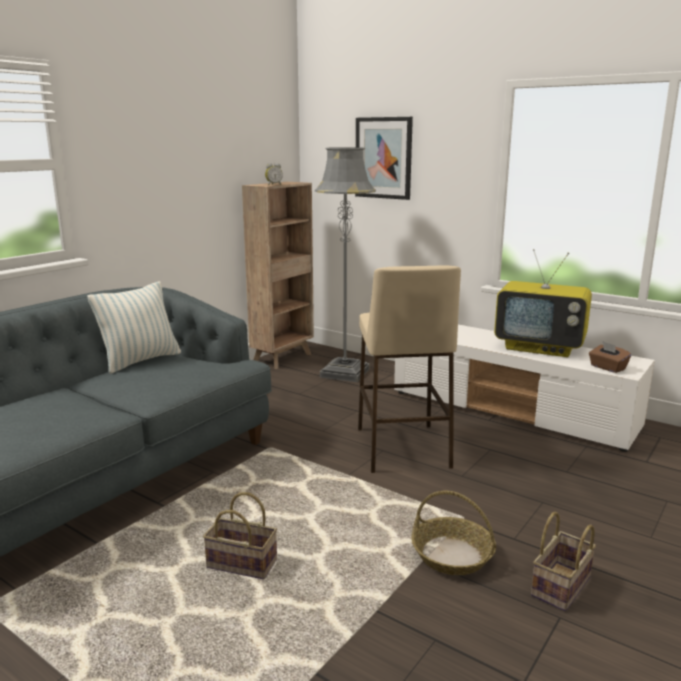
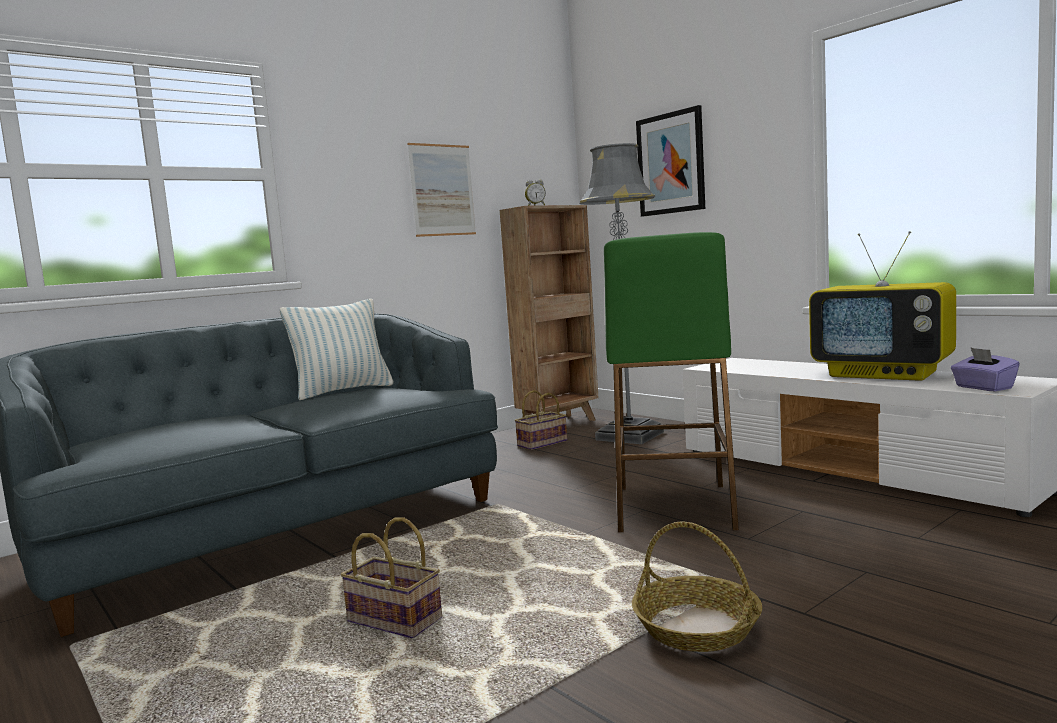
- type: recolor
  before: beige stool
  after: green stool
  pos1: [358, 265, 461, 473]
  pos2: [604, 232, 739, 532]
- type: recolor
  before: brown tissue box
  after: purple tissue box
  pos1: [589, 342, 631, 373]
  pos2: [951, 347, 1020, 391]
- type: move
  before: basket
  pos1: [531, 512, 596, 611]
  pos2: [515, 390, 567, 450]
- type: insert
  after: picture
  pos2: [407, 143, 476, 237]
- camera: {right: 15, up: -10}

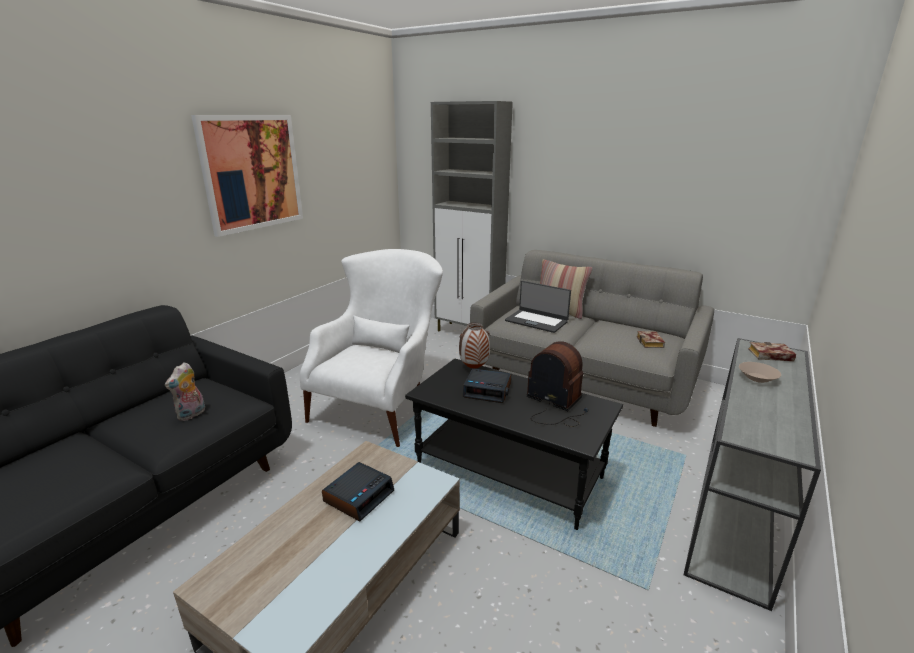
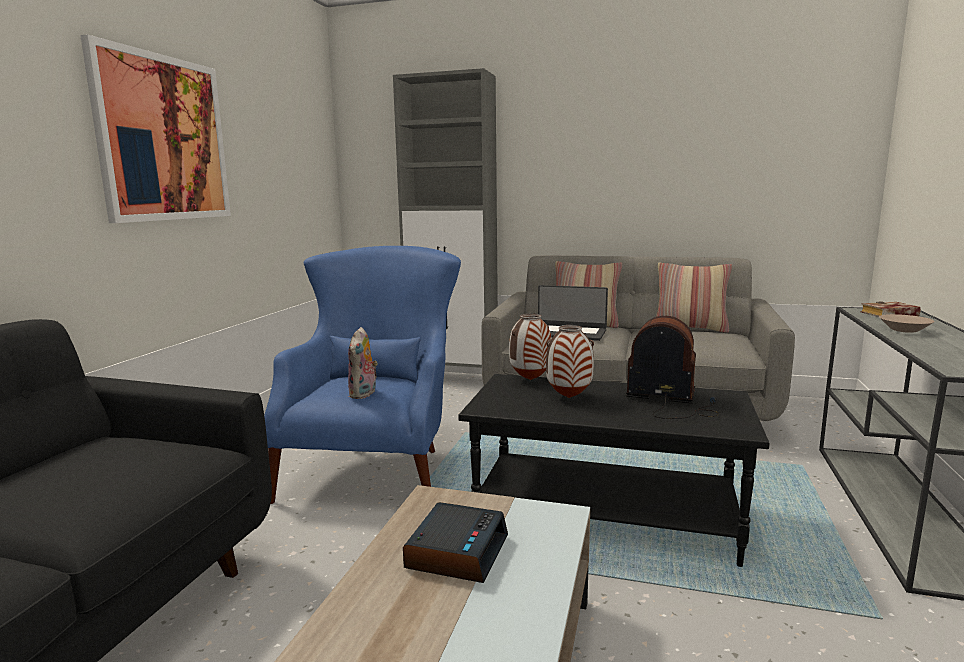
- type: recolor
  before: white armchair
  after: blue armchair
  pos1: [300, 249, 443, 447]
  pos2: [264, 246, 461, 504]
- type: delete
  before: book
  pos1: [637, 331, 665, 348]
- type: move
  before: plush toy
  pos1: [165, 362, 205, 421]
  pos2: [348, 327, 378, 399]
- type: replace
  before: alarm clock
  after: vase
  pos1: [463, 368, 511, 403]
  pos2: [546, 325, 594, 398]
- type: insert
  after: pillow
  pos2: [656, 263, 732, 333]
- camera: {right: -15, up: -10}

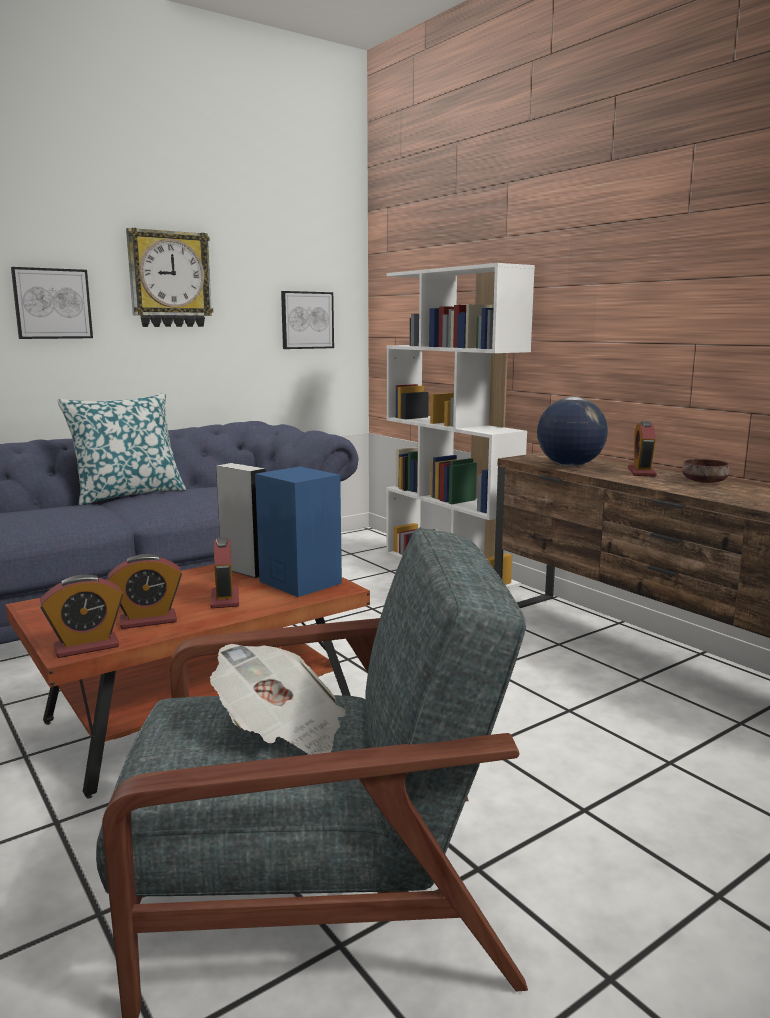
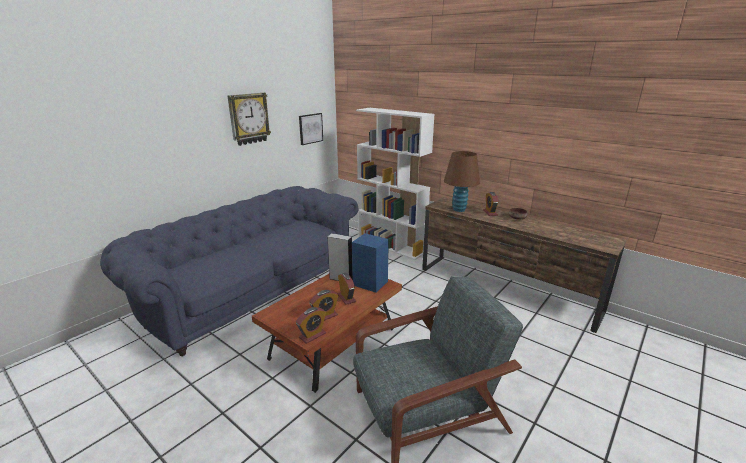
- type: delete
  before: picture
  pos1: [11, 267, 93, 339]
- type: delete
  before: pillow
  pos1: [57, 393, 186, 506]
- type: replace
  before: globe
  after: brown table lamp
  pos1: [537, 397, 608, 466]
  pos2: [444, 151, 480, 212]
- type: delete
  before: newspaper
  pos1: [210, 644, 345, 755]
- camera: {right: -15, up: 10}

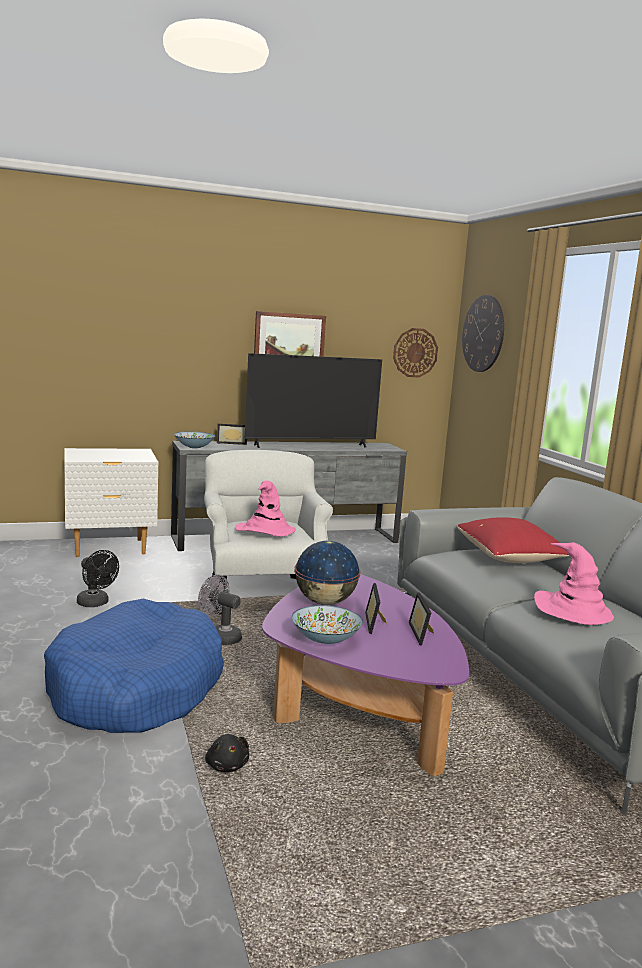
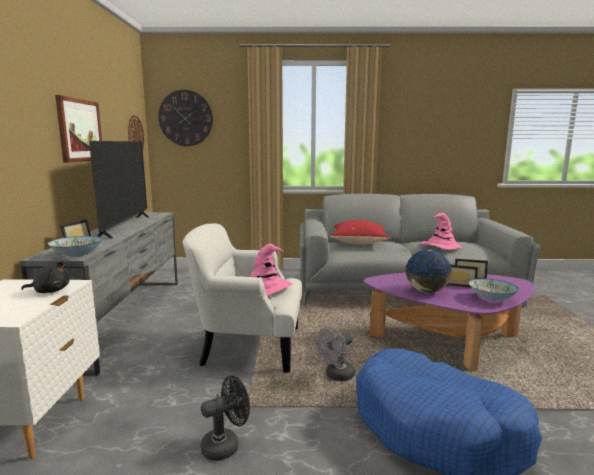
- type: move
  before: black plush toy
  pos1: [205, 734, 249, 772]
  pos2: [21, 261, 70, 293]
- camera: {right: -70, up: 0}

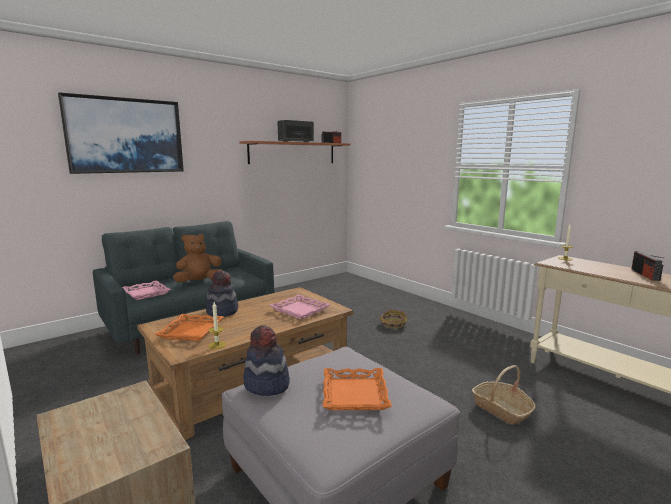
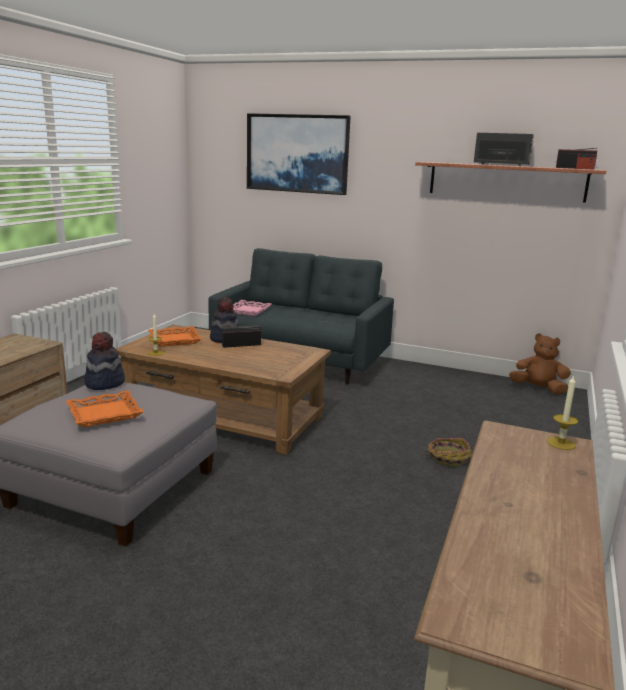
- type: move
  before: brown plush toy
  pos1: [173, 234, 221, 282]
  pos2: [509, 333, 571, 394]
- type: move
  before: radio
  pos1: [631, 251, 664, 281]
  pos2: [222, 325, 261, 348]
- type: delete
  before: pink tray
  pos1: [269, 294, 330, 319]
- type: delete
  before: basket
  pos1: [472, 365, 536, 425]
- camera: {right: 60, up: 5}

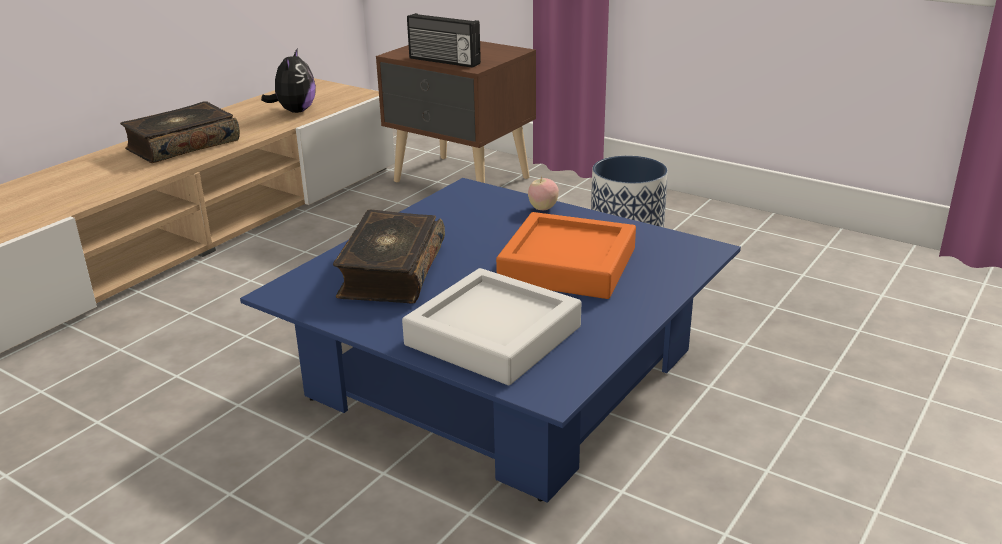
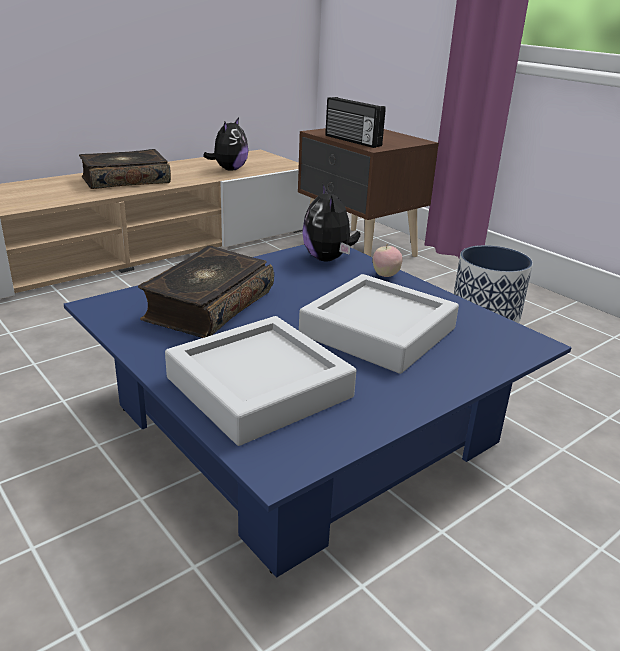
- type: recolor
  before: orange tray
  after: grey tray
  pos1: [496, 212, 636, 299]
  pos2: [299, 274, 459, 374]
- type: insert
  after: plush toy
  pos2: [303, 184, 360, 262]
- camera: {right: 15, up: 0}

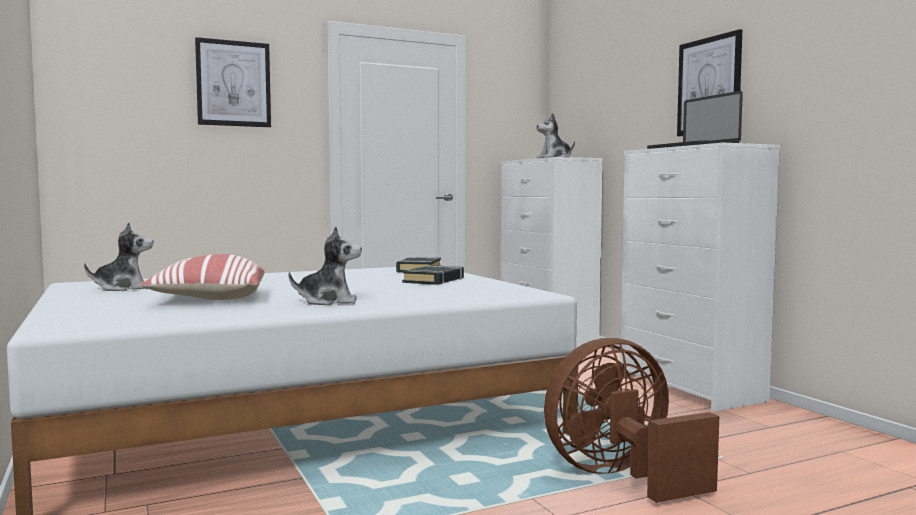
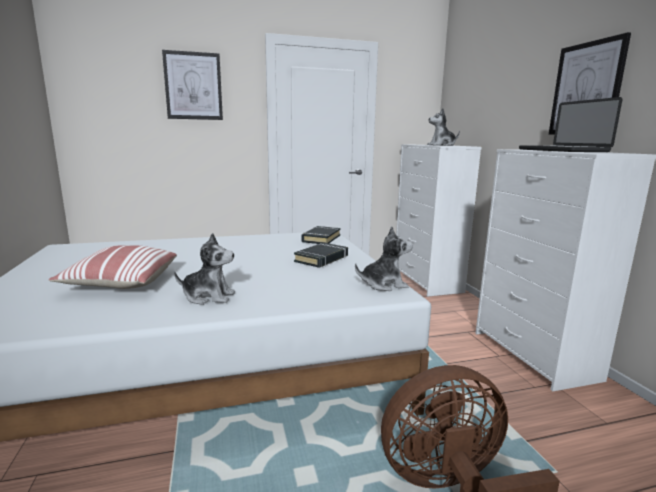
- type: move
  before: plush toy
  pos1: [84, 222, 153, 291]
  pos2: [355, 226, 413, 291]
- camera: {right: 10, up: 10}

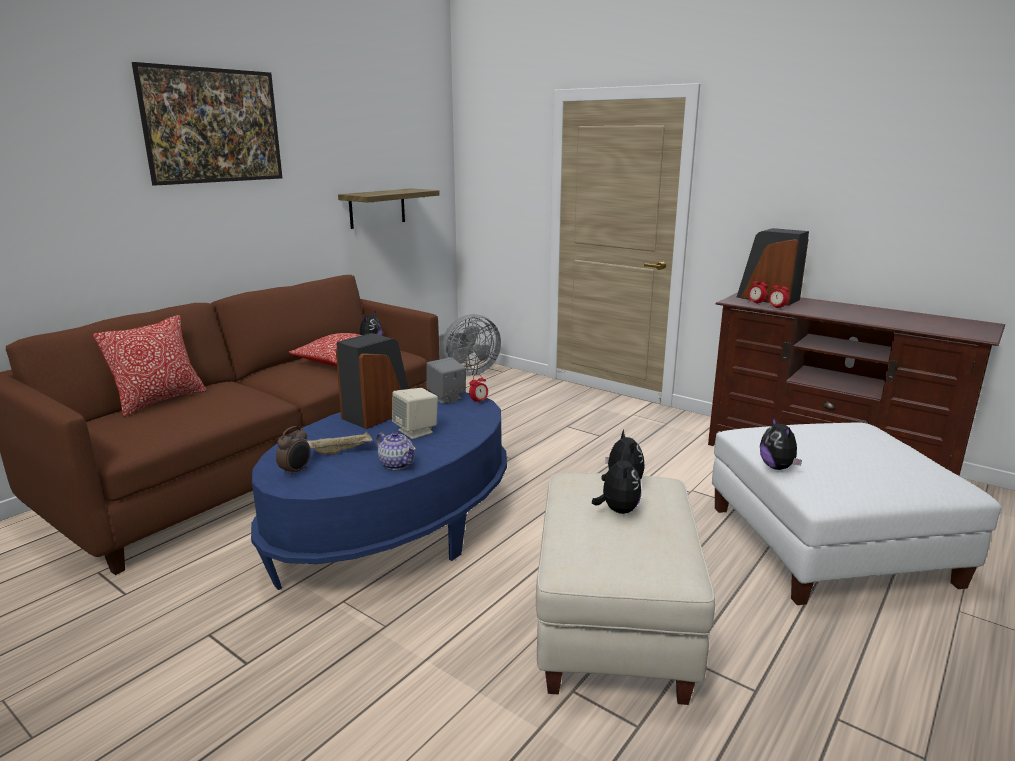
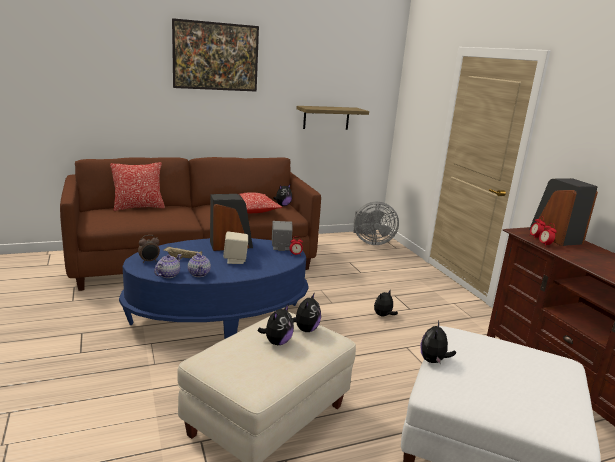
- type: insert
  after: teapot
  pos2: [154, 254, 182, 278]
- type: insert
  after: plush toy
  pos2: [374, 290, 398, 316]
- camera: {right: 30, up: 0}

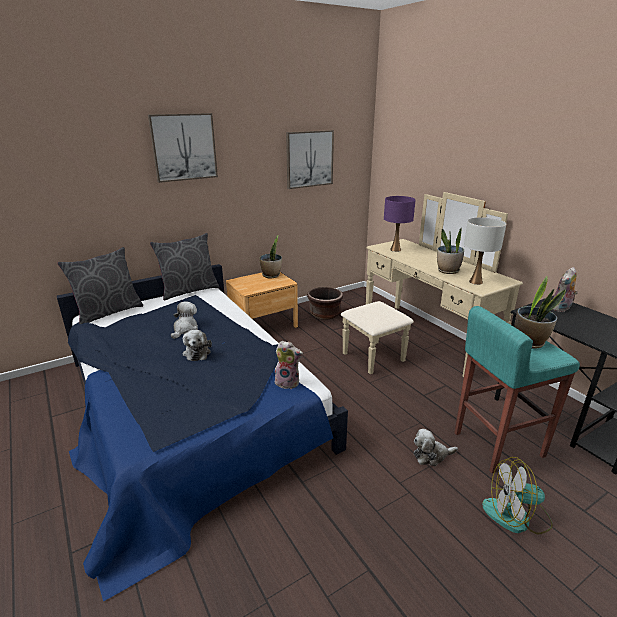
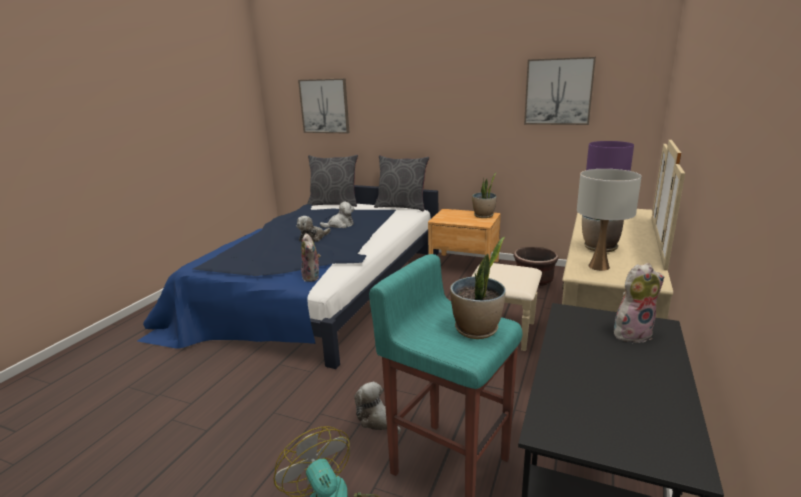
- type: move
  before: picture
  pos1: [148, 113, 218, 183]
  pos2: [298, 78, 349, 134]
- type: rotate
  before: plush toy
  pos1: [553, 267, 578, 312]
  pos2: [614, 263, 664, 343]
  turn: 150
- camera: {right: 55, up: -5}

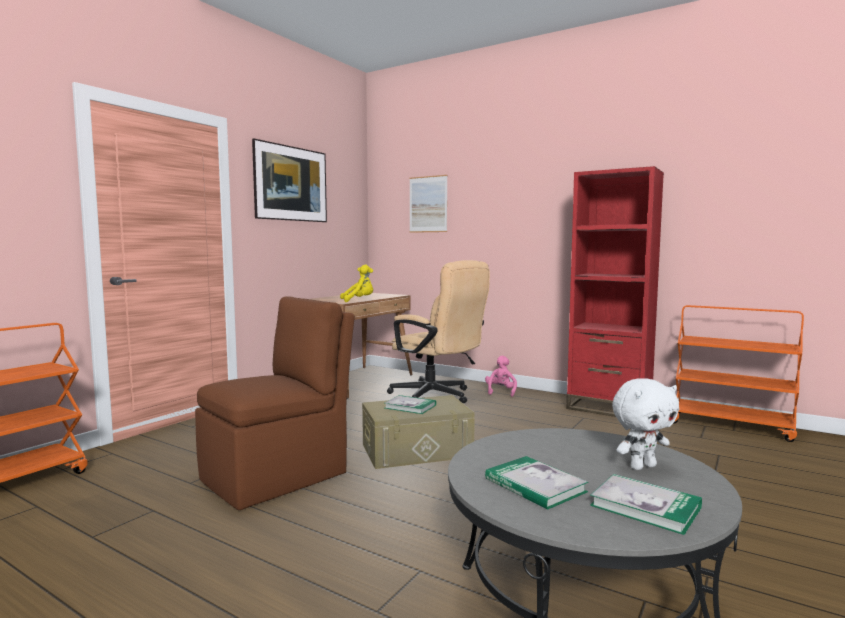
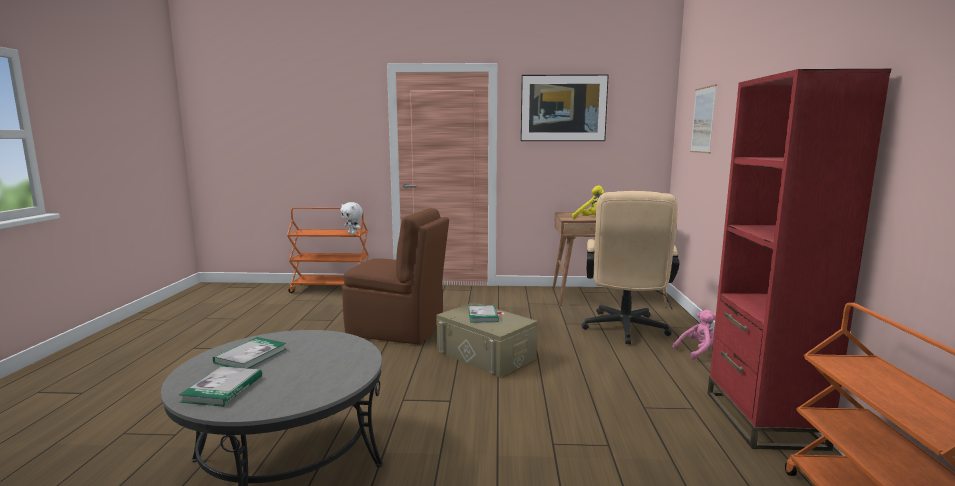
- type: move
  before: white plush toy
  pos1: [612, 378, 679, 470]
  pos2: [340, 202, 363, 235]
- camera: {right: 60, up: 5}

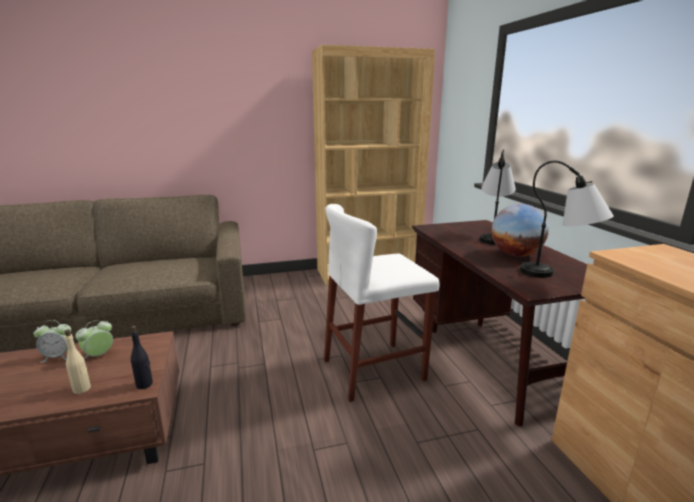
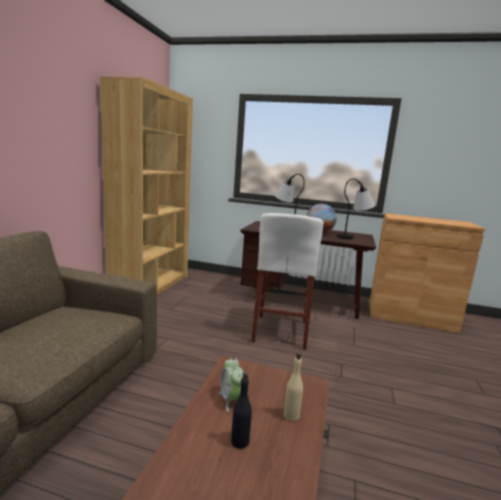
- type: delete
  before: alarm clock
  pos1: [34, 320, 71, 363]
- type: move
  before: black bottle
  pos1: [131, 326, 153, 389]
  pos2: [231, 372, 252, 449]
- camera: {right: -60, up: -5}

